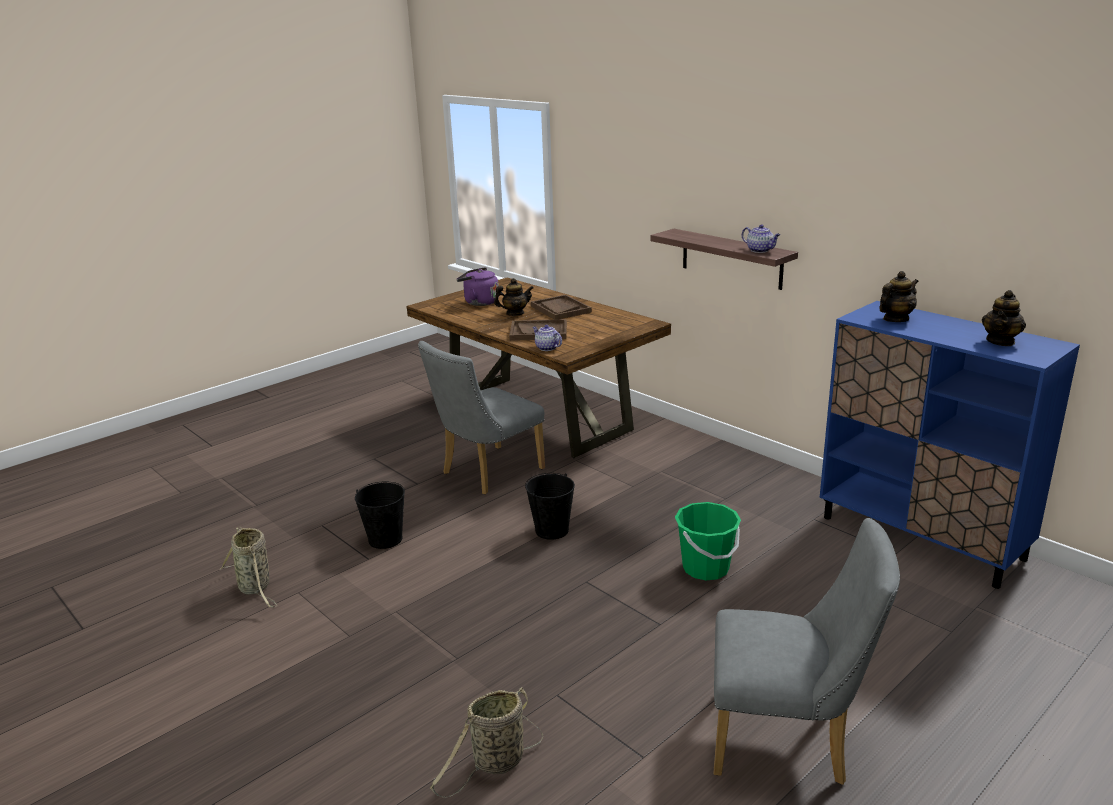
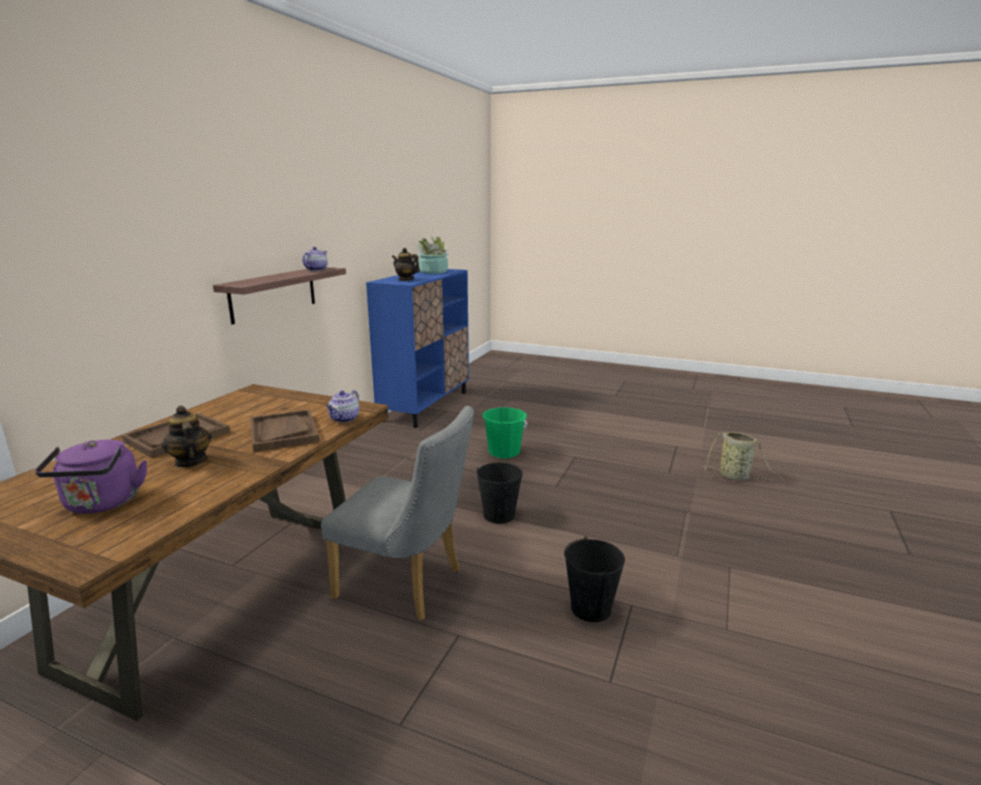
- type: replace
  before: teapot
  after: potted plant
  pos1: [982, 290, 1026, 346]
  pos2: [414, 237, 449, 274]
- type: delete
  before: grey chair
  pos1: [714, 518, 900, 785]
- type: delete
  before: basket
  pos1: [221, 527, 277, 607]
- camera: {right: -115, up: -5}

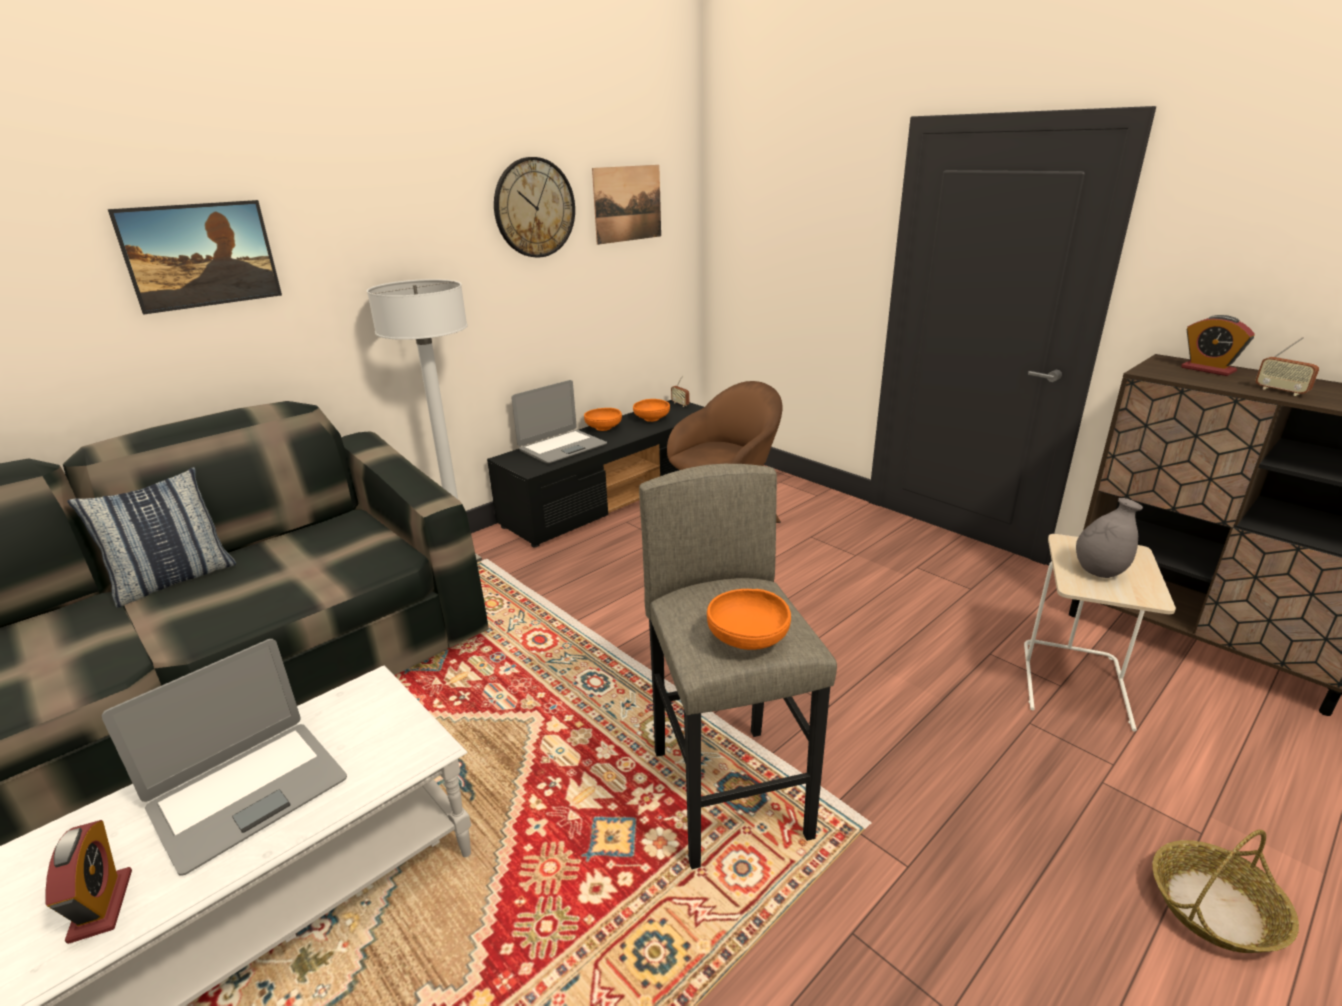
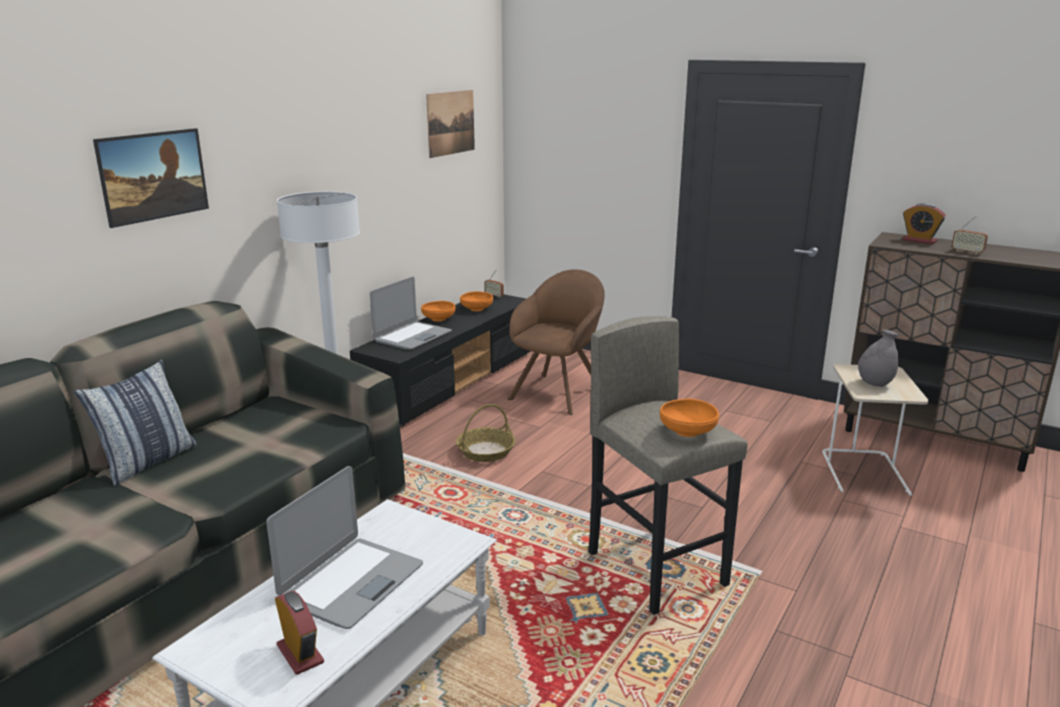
- type: delete
  before: wall clock
  pos1: [494, 157, 575, 258]
- type: move
  before: basket
  pos1: [1152, 829, 1299, 953]
  pos2: [456, 404, 515, 462]
- camera: {right: -15, up: -5}

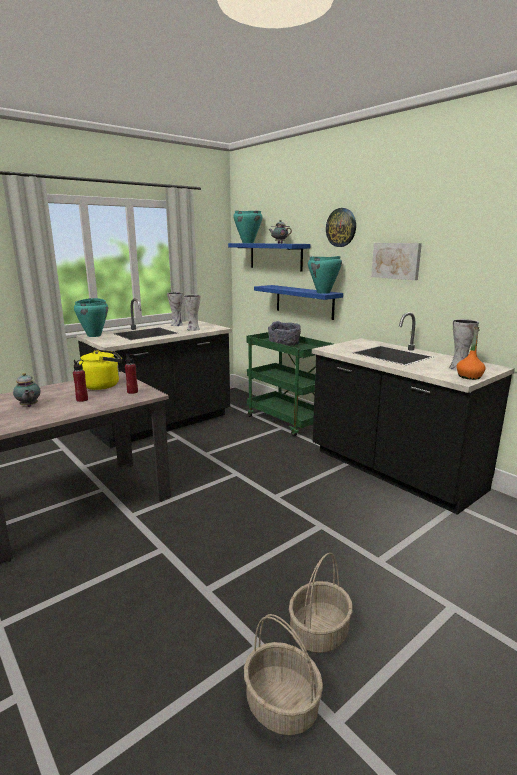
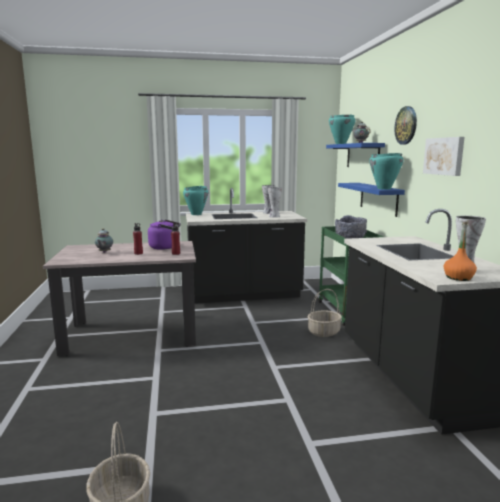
- type: recolor
  before: yellow kettle
  after: purple kettle
  pos1: [79, 349, 122, 390]
  pos2: [148, 220, 181, 250]
- type: move
  before: basket
  pos1: [289, 553, 353, 653]
  pos2: [308, 289, 342, 337]
- camera: {right: 30, up: -5}

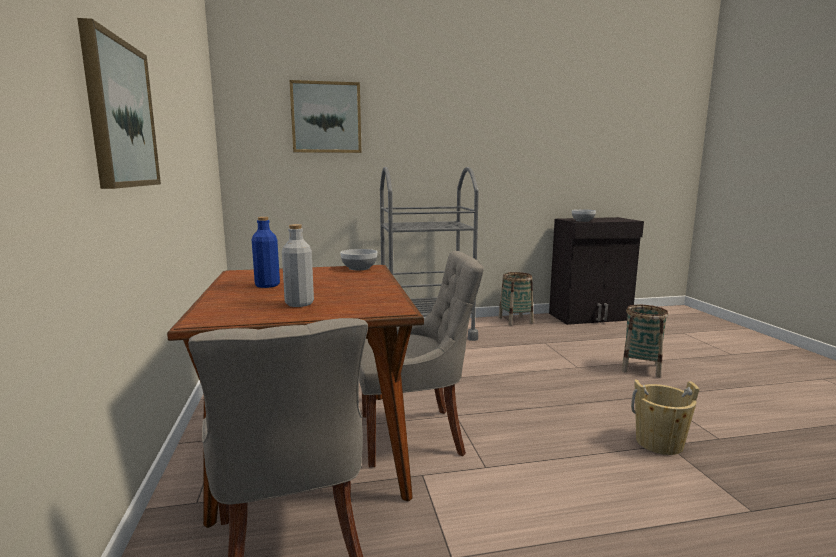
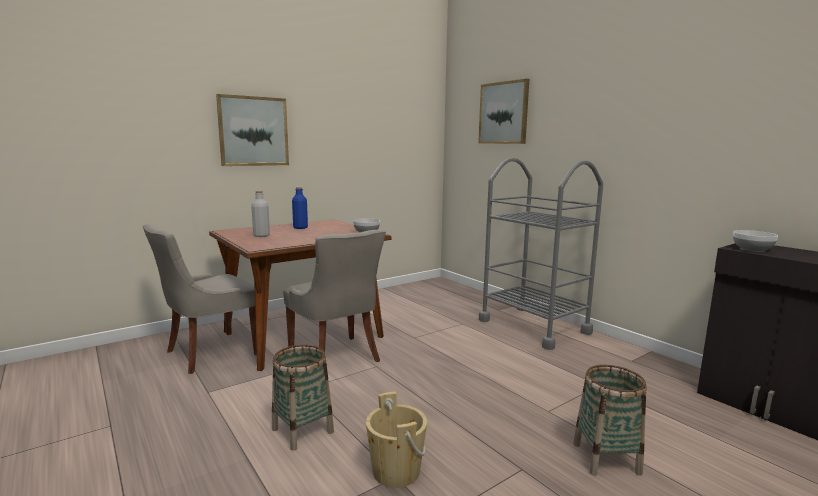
- type: move
  before: basket
  pos1: [498, 272, 533, 325]
  pos2: [272, 345, 334, 451]
- camera: {right: 65, up: 0}

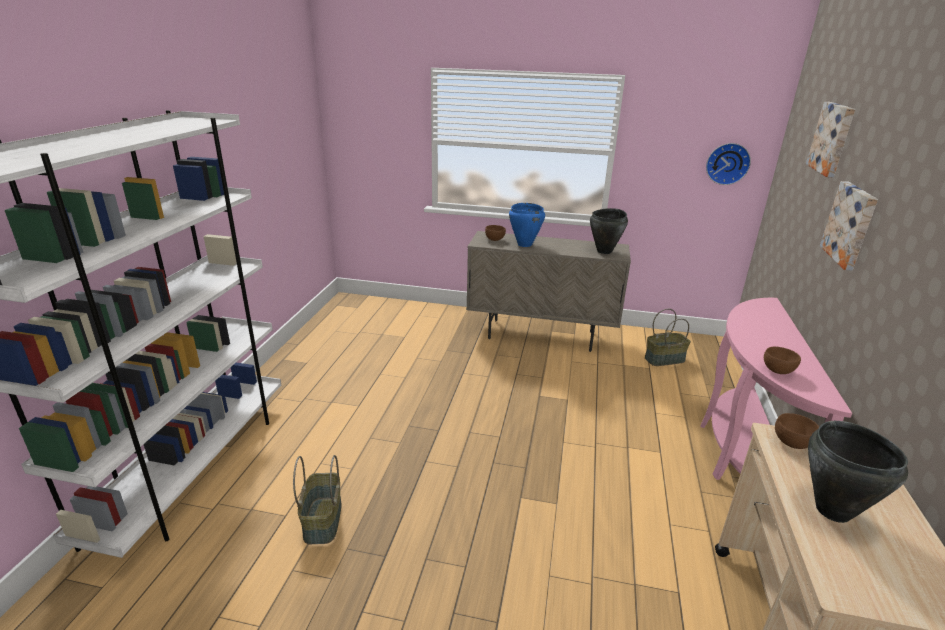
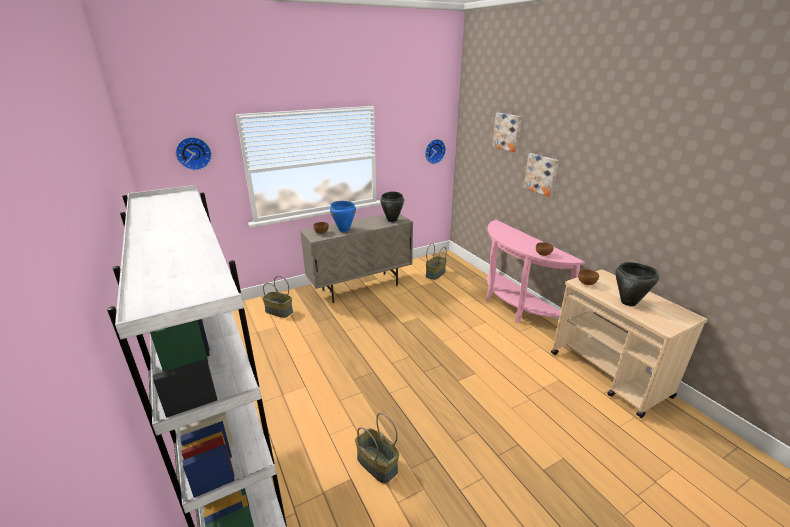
- type: insert
  after: wall clock
  pos2: [176, 137, 212, 170]
- type: insert
  after: basket
  pos2: [262, 276, 293, 318]
- camera: {right: -40, up: 0}

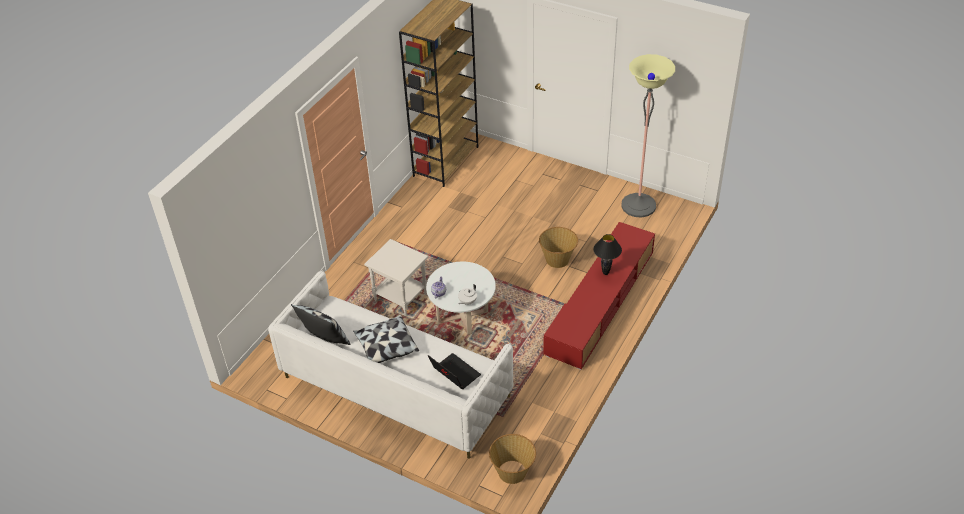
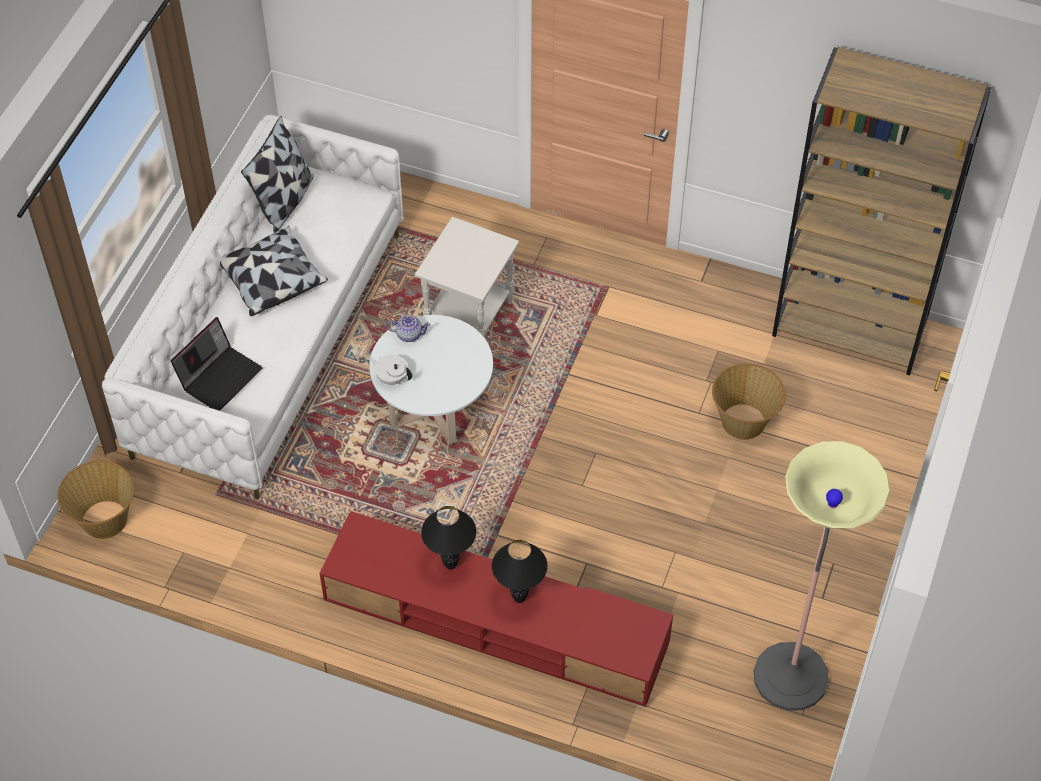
- type: move
  before: basket
  pos1: [539, 227, 578, 268]
  pos2: [712, 363, 786, 440]
- type: insert
  after: black table lamp
  pos2: [421, 506, 476, 570]
- camera: {right: 80, up: 10}

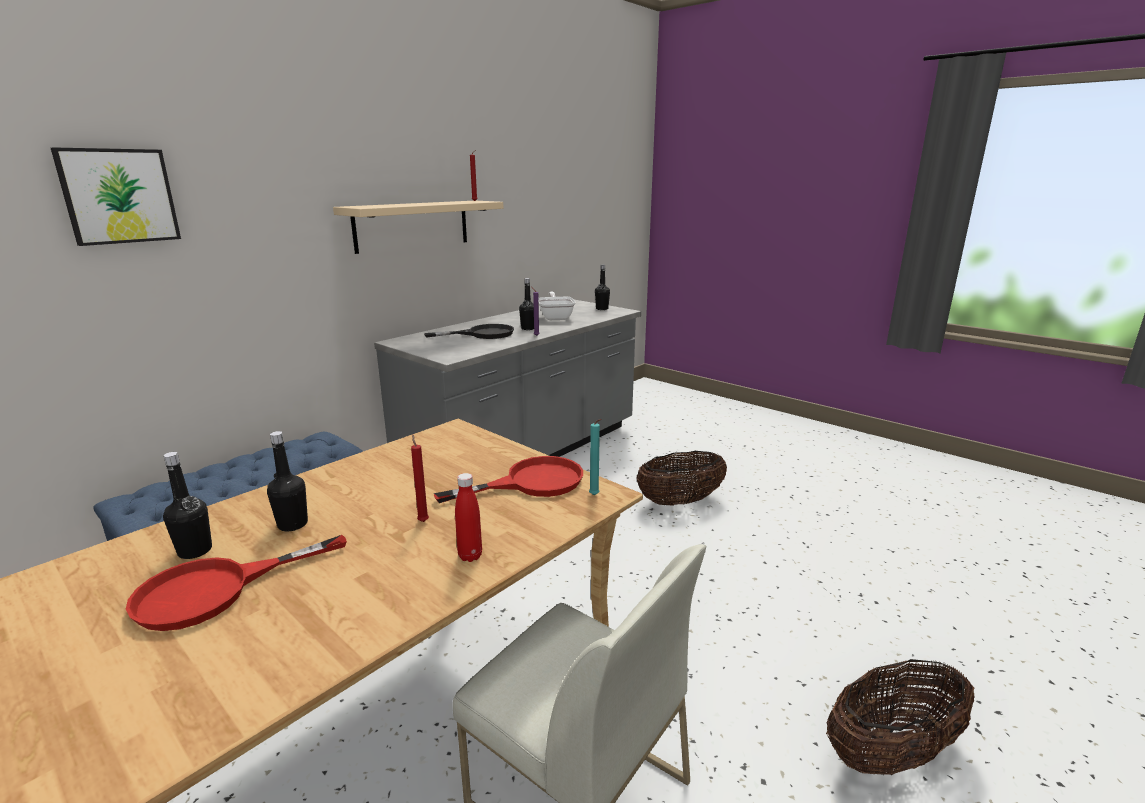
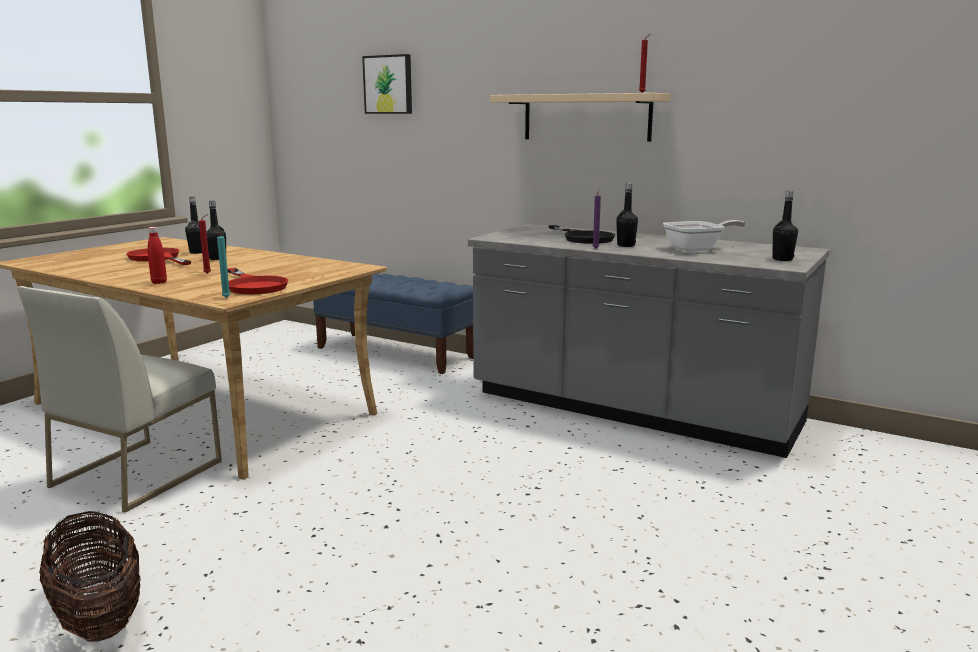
- type: delete
  before: basket
  pos1: [636, 451, 727, 506]
- camera: {right: 80, up: -5}

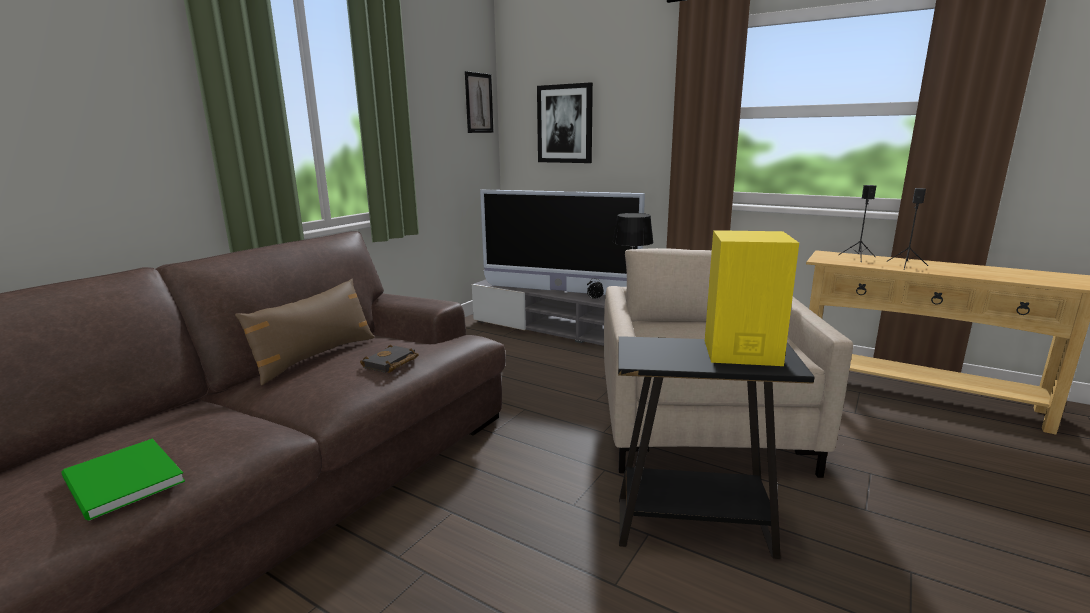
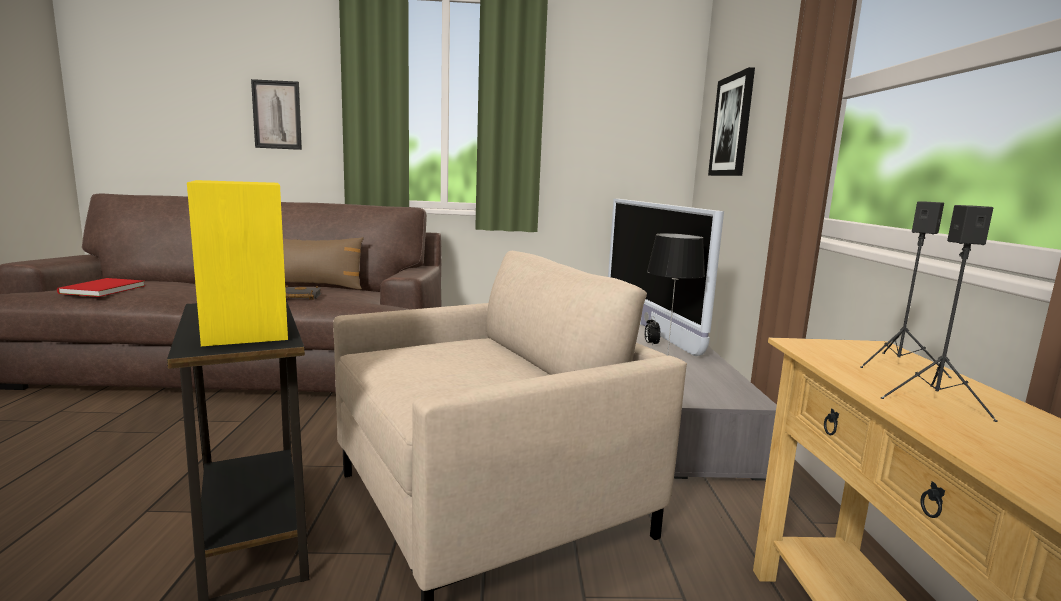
- type: move
  before: picture
  pos1: [465, 71, 494, 133]
  pos2: [251, 79, 302, 150]
- type: recolor
  before: green book
  after: red book
  pos1: [61, 439, 185, 521]
  pos2: [57, 278, 144, 297]
- camera: {right: 55, up: -5}

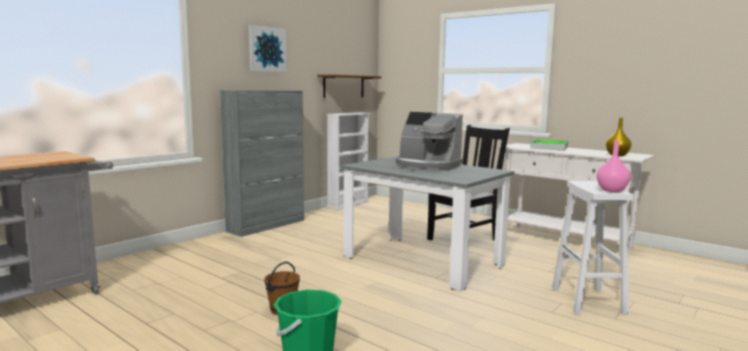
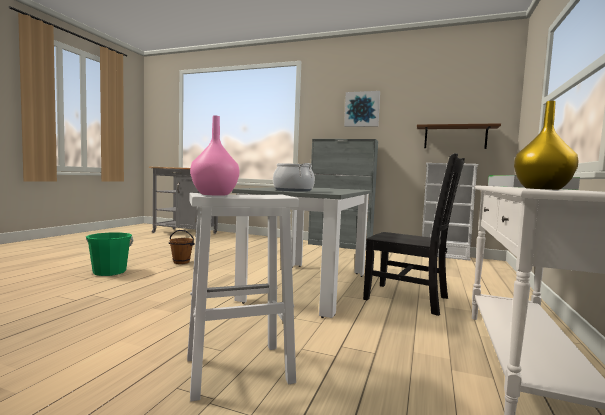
- type: delete
  before: coffee machine
  pos1: [396, 112, 463, 172]
- type: insert
  after: cooking pot
  pos2: [273, 163, 315, 192]
- camera: {right: 70, up: -5}

